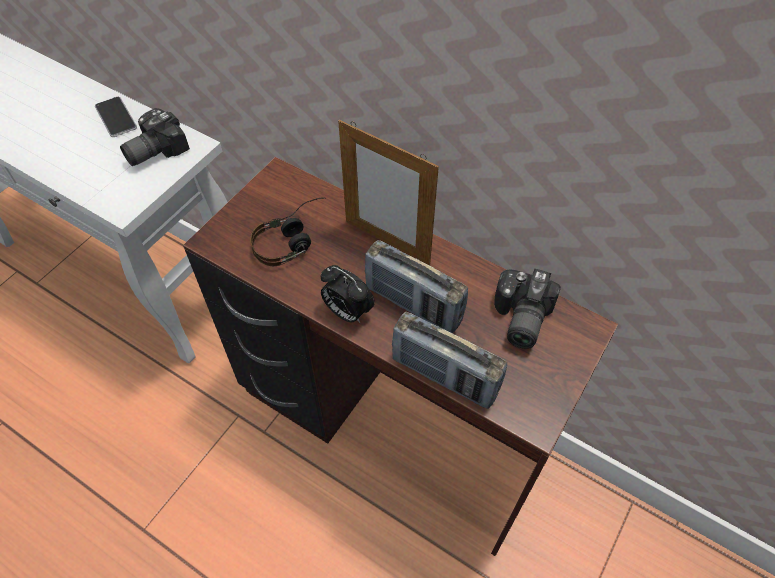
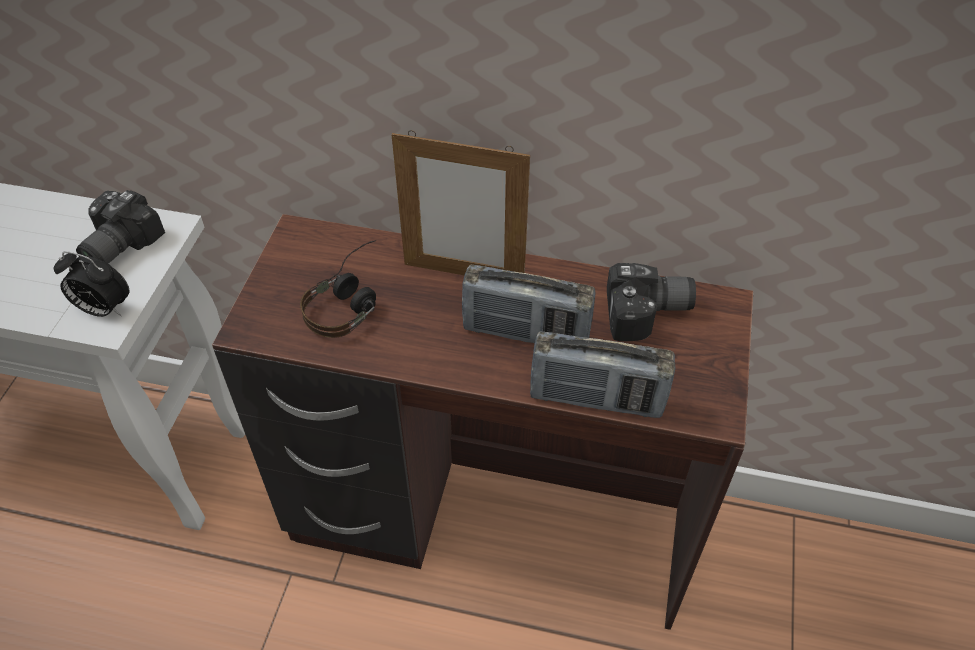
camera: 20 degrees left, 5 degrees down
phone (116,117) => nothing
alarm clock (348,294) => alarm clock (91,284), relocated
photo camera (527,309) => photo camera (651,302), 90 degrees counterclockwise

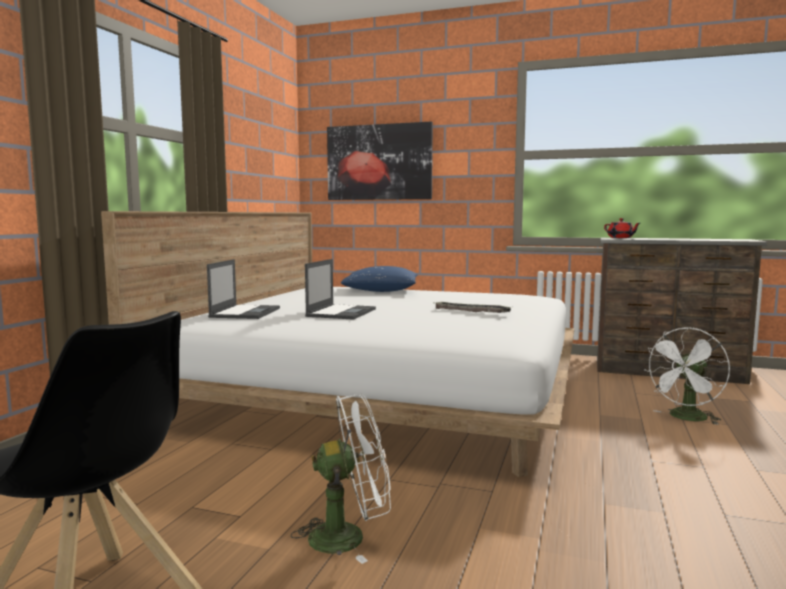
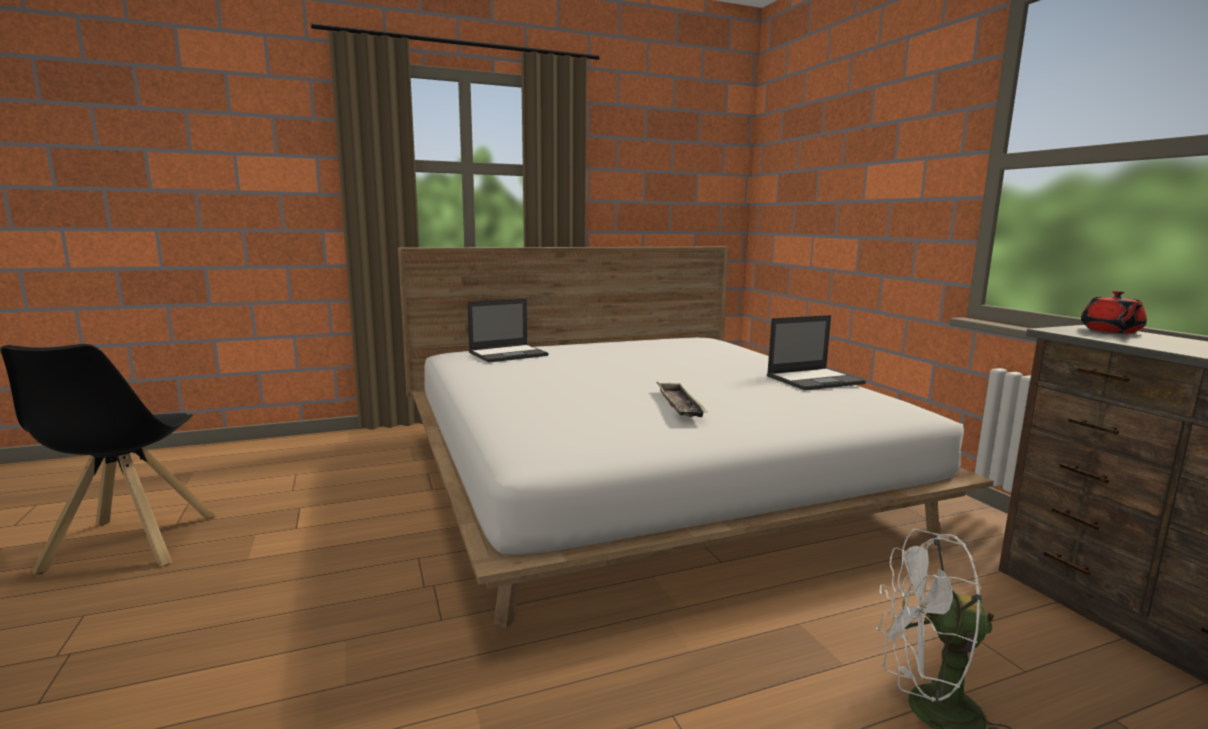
camera: 50 degrees right, 5 degrees up
whitish electric fan (341,479) => nothing
portable computer (340,289) => portable computer (816,352), relocated
wall art (380,161) => nothing
blue-coloured cushion (379,279) => nothing

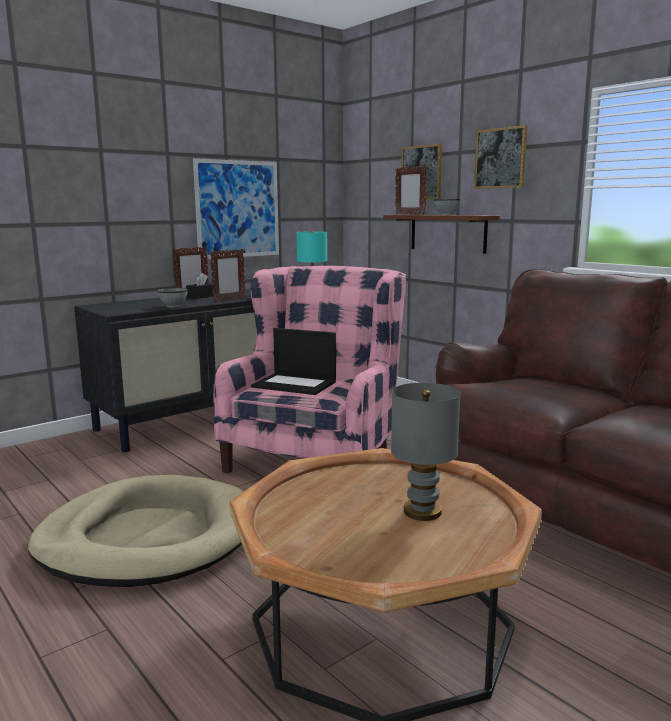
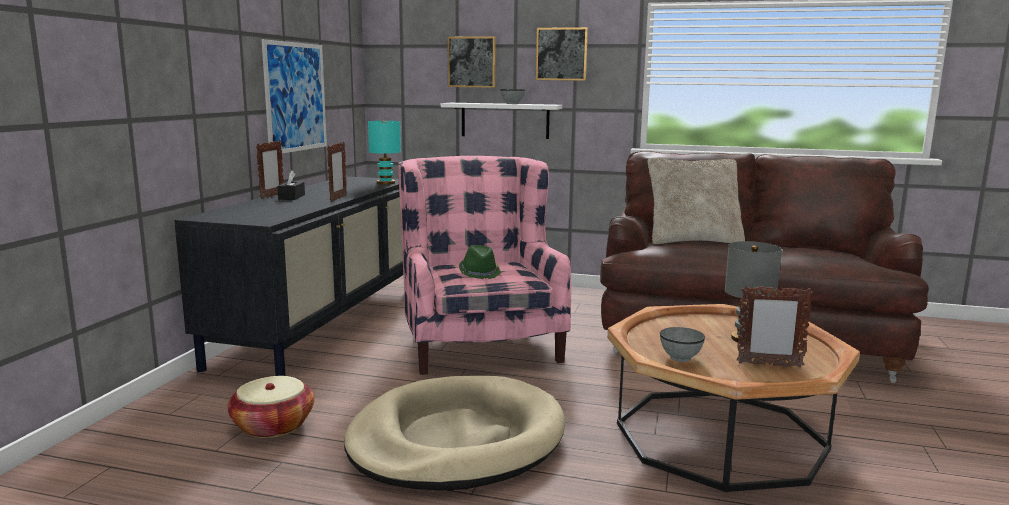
camera: 35 degrees left, 0 degrees up
gray bowl (172,297) => gray bowl (682,344), relocated
portable computer (293,361) => greenish wearable hat (479,262)
brown wall shelf (441,234) => whitish wall shelf (501,121)
picture frame (411,190) => picture frame (774,326), relocated
nothing => household basket (270,407)
nothing => beige-coloured cushion (696,201)

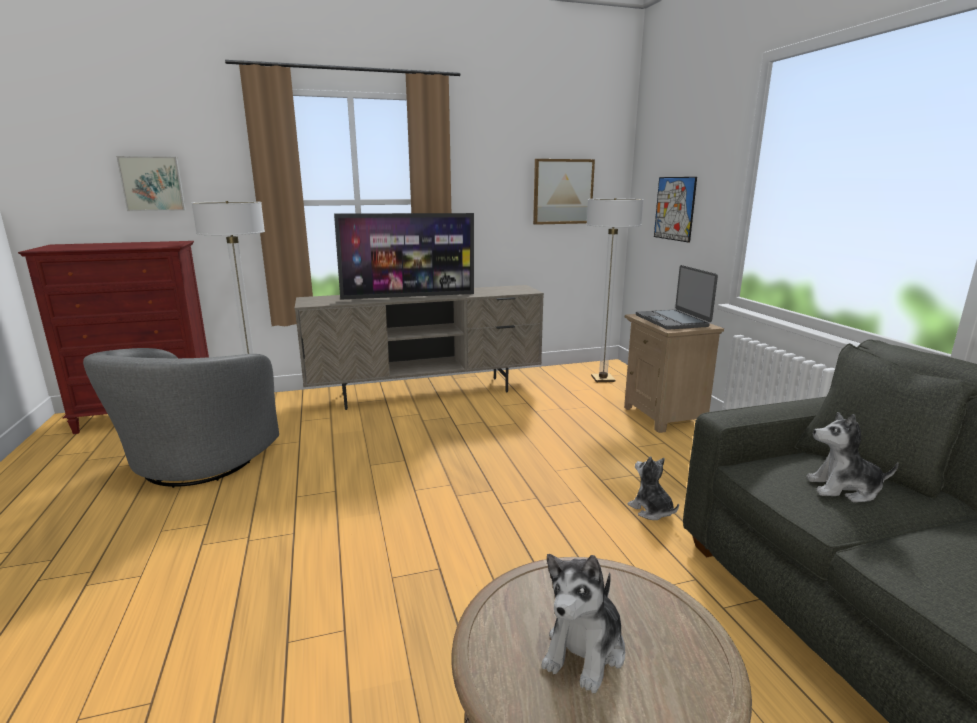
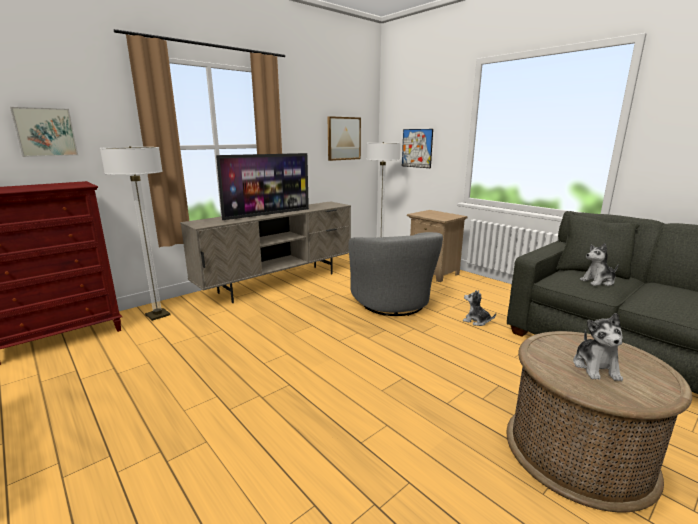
camera: 25 degrees left, 0 degrees up
gray armchair (181,418) => gray armchair (395,274), relocated
portable computer (677,297) => nothing

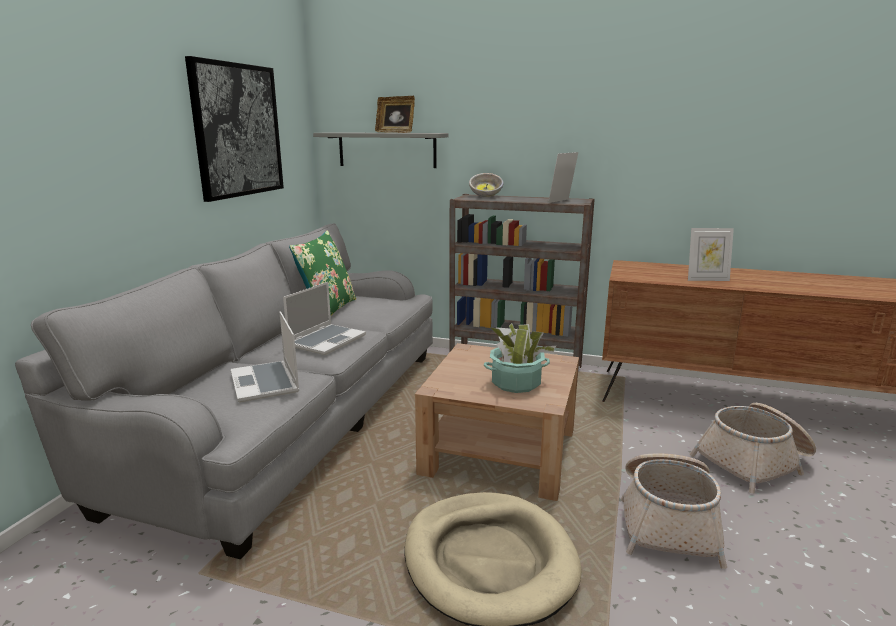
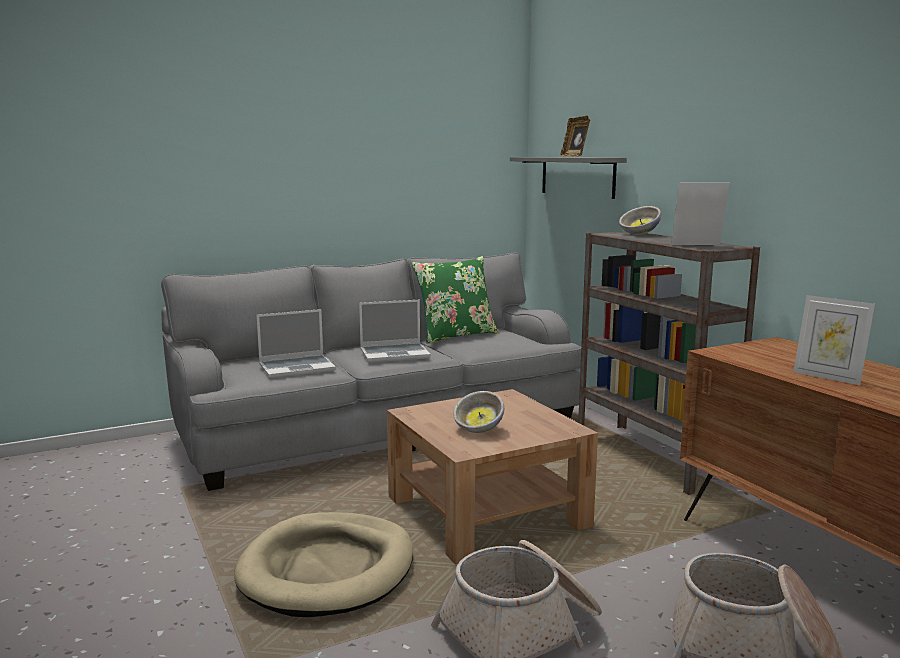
camera: 45 degrees right, 5 degrees down
wall art (234,129) => nothing
portable computer (265,357) => portable computer (296,343), 135 degrees counterclockwise
potted plant (520,358) => bowl (478,412)

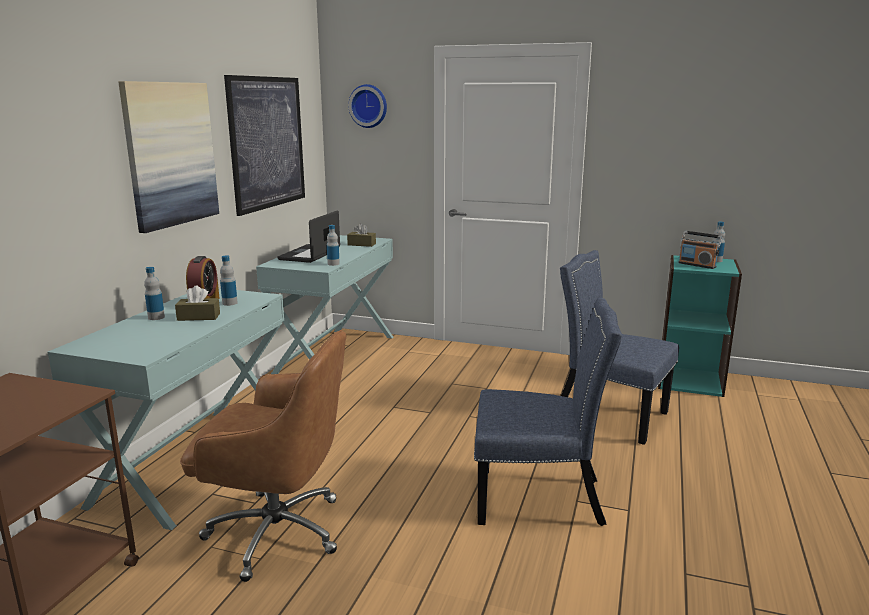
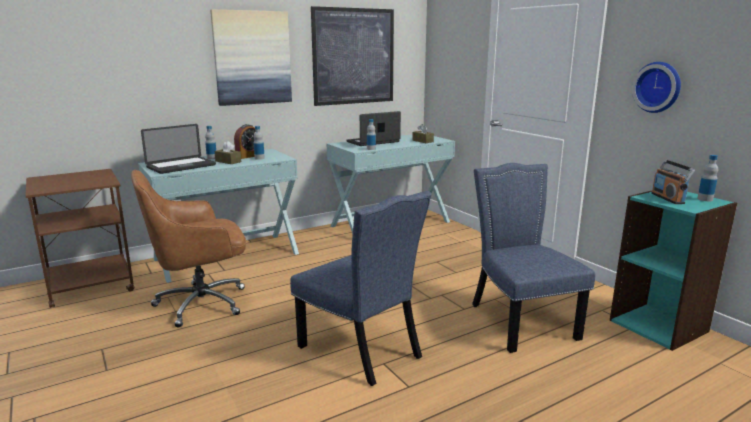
camera: 40 degrees right, 0 degrees up
brown desk chair (263,456) => brown desk chair (188,248), 105 degrees clockwise
wall clock (367,106) => wall clock (656,87), relocated
nothing => portable computer (178,149)

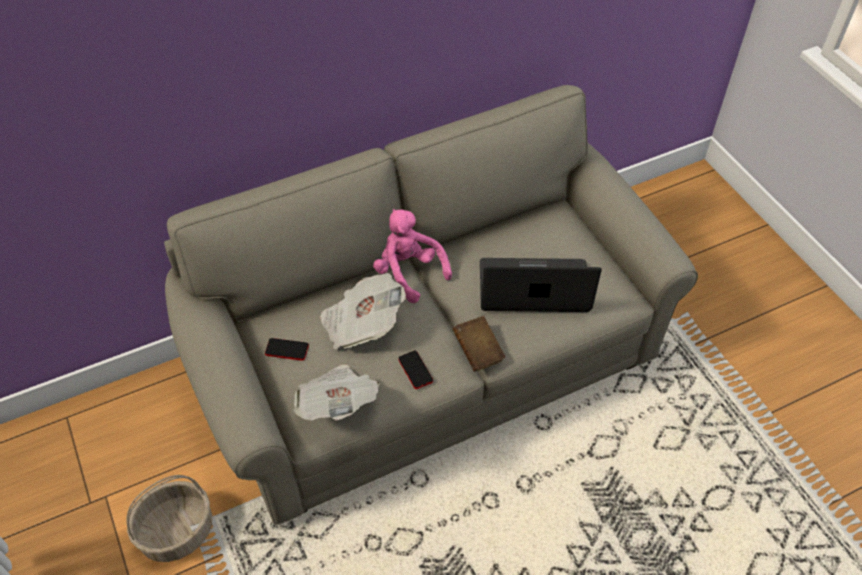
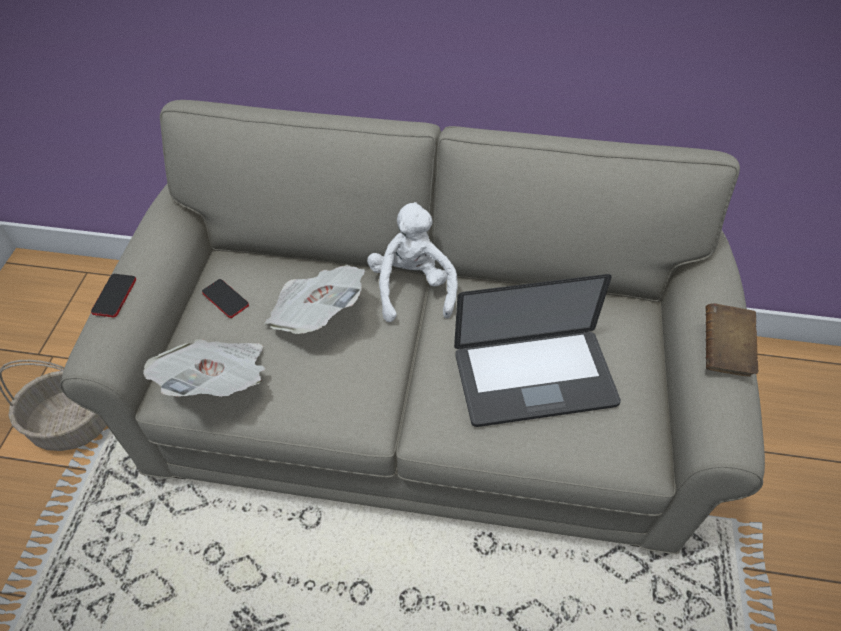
camera: 35 degrees right, 0 degrees up
pink plush toy (412,256) => whitish plush toy (412,262)
phone (415,369) => phone (113,296), relocated
brown book (479,344) => brown book (731,339), relocated
portable computer (541,285) => portable computer (537,350), 135 degrees clockwise

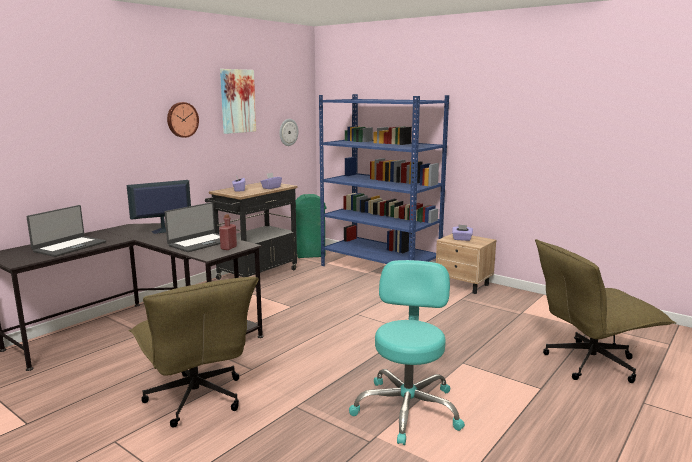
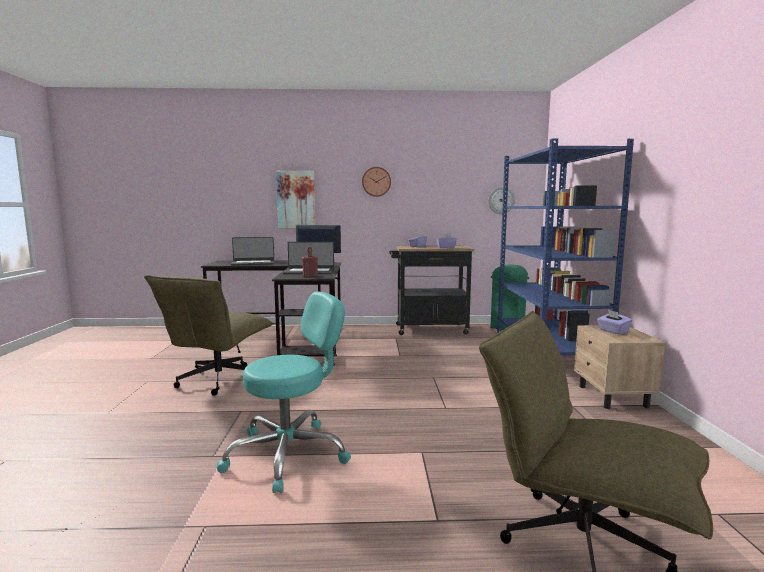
camera: 50 degrees right, 5 degrees down
wall art (238,101) => wall art (295,199), relocated

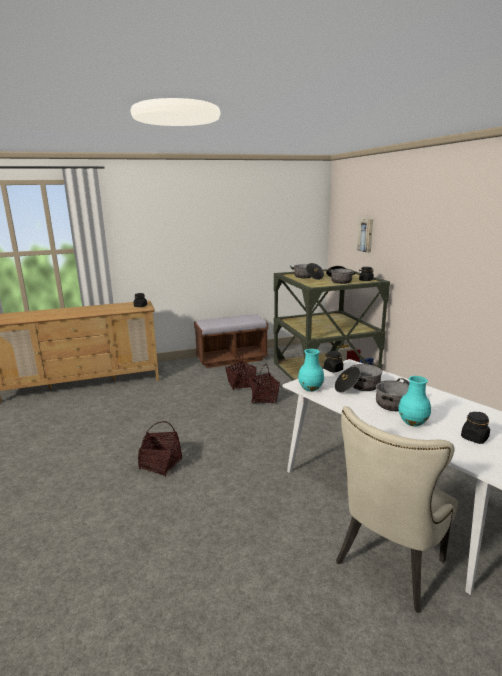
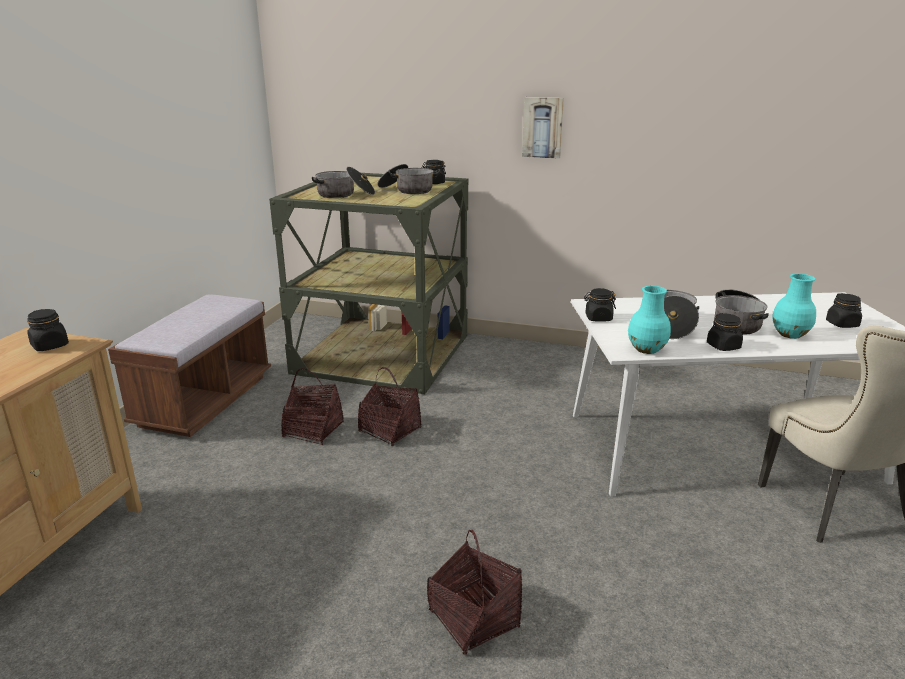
camera: 55 degrees left, 5 degrees up
wall art (365,235) => wall art (543,128), relocated
nothing => black jar (725,332)

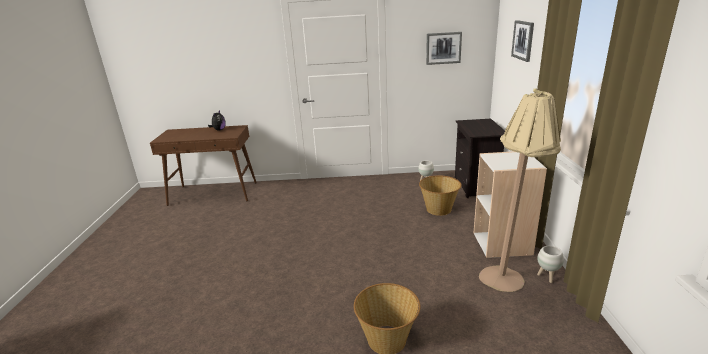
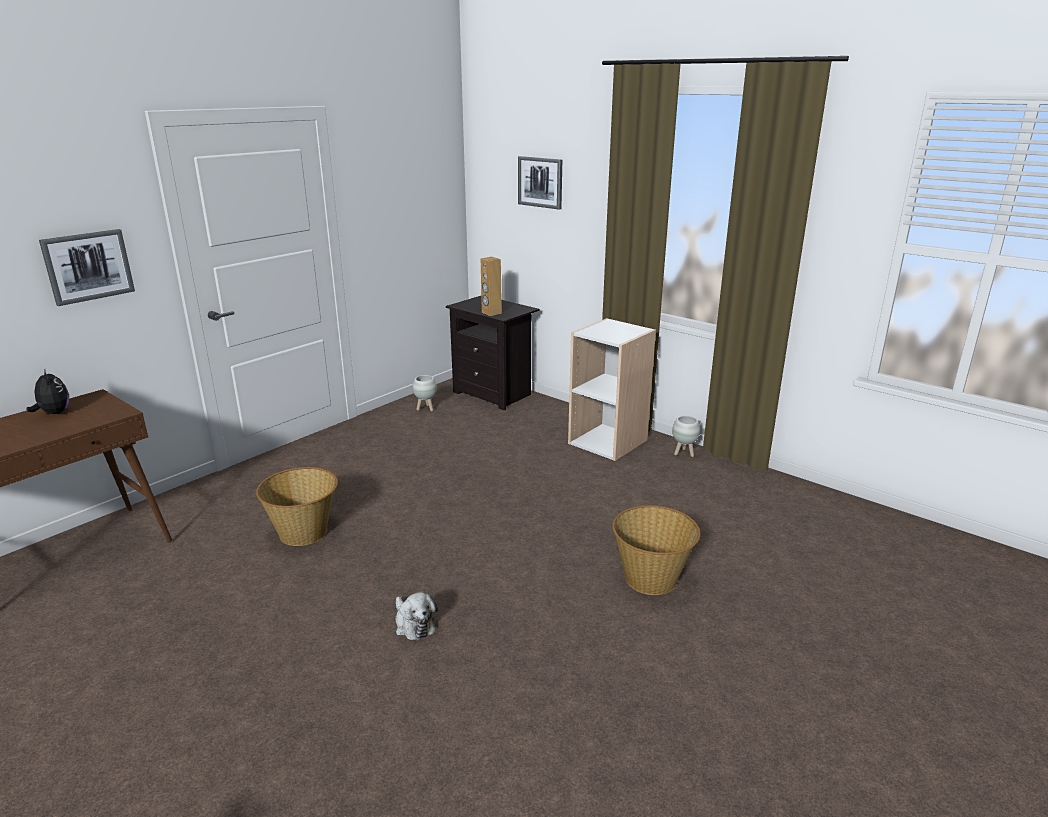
camera: 50 degrees left, 0 degrees up
household basket (440,196) => household basket (297,506), relocated
wall art (444,48) => wall art (87,267), relocated
beige-coloured floor lamp (520,190) => nothing
nothing => plush toy (416,616)
nothing => brown speaker (491,286)

